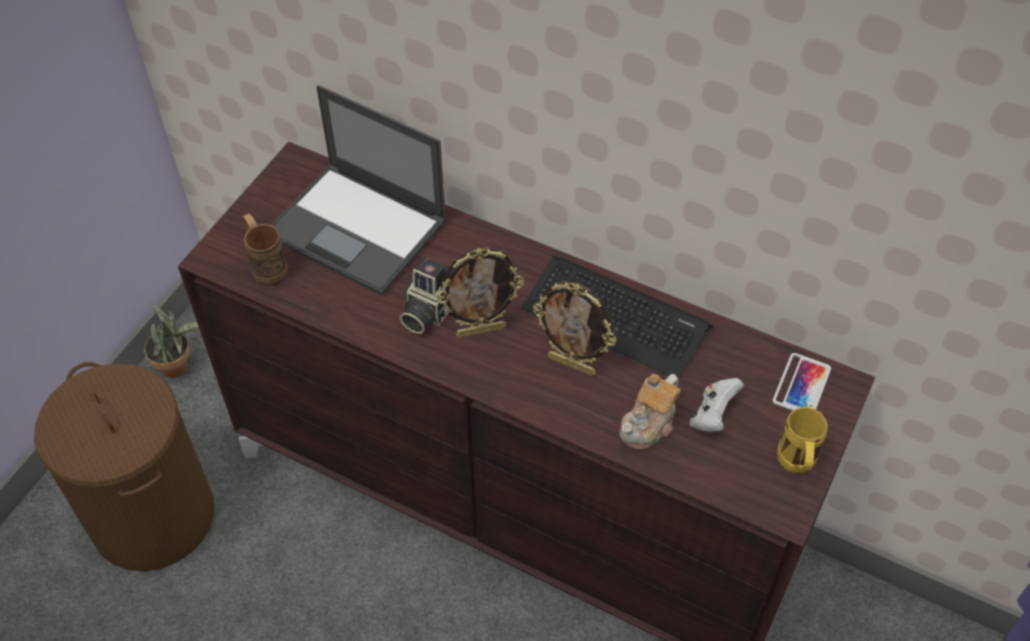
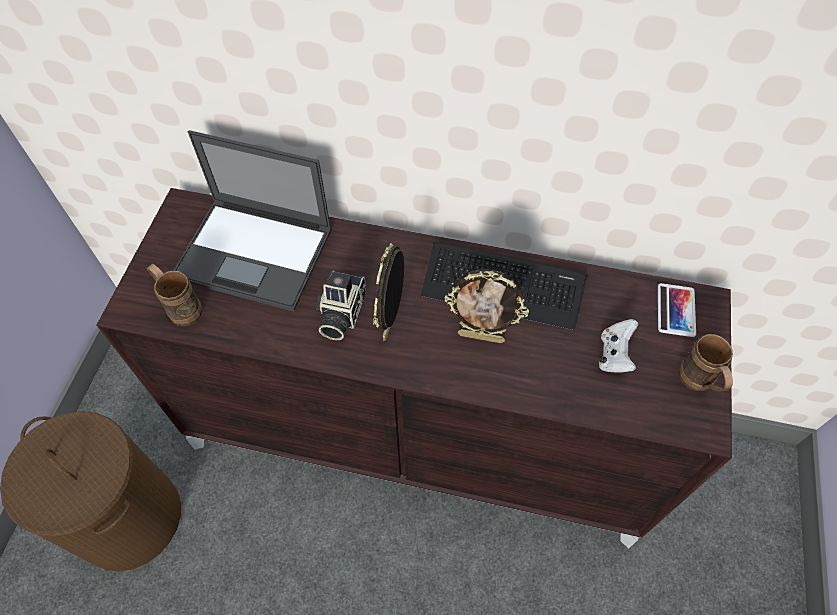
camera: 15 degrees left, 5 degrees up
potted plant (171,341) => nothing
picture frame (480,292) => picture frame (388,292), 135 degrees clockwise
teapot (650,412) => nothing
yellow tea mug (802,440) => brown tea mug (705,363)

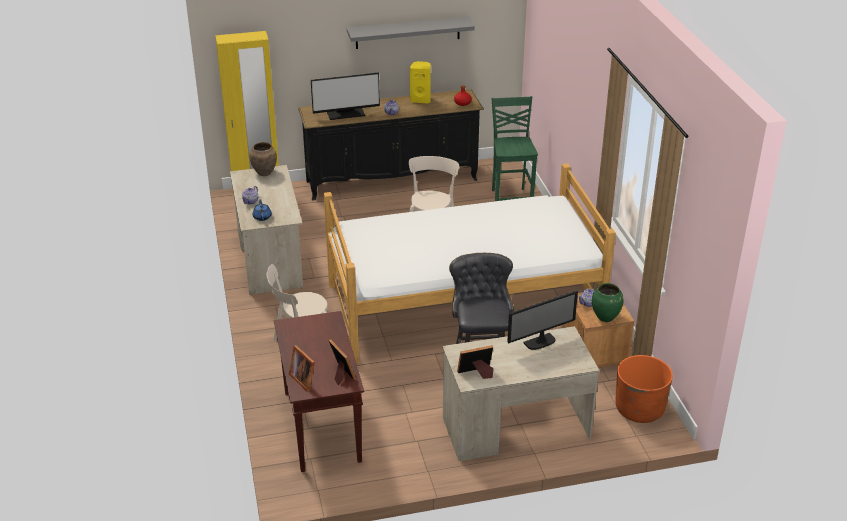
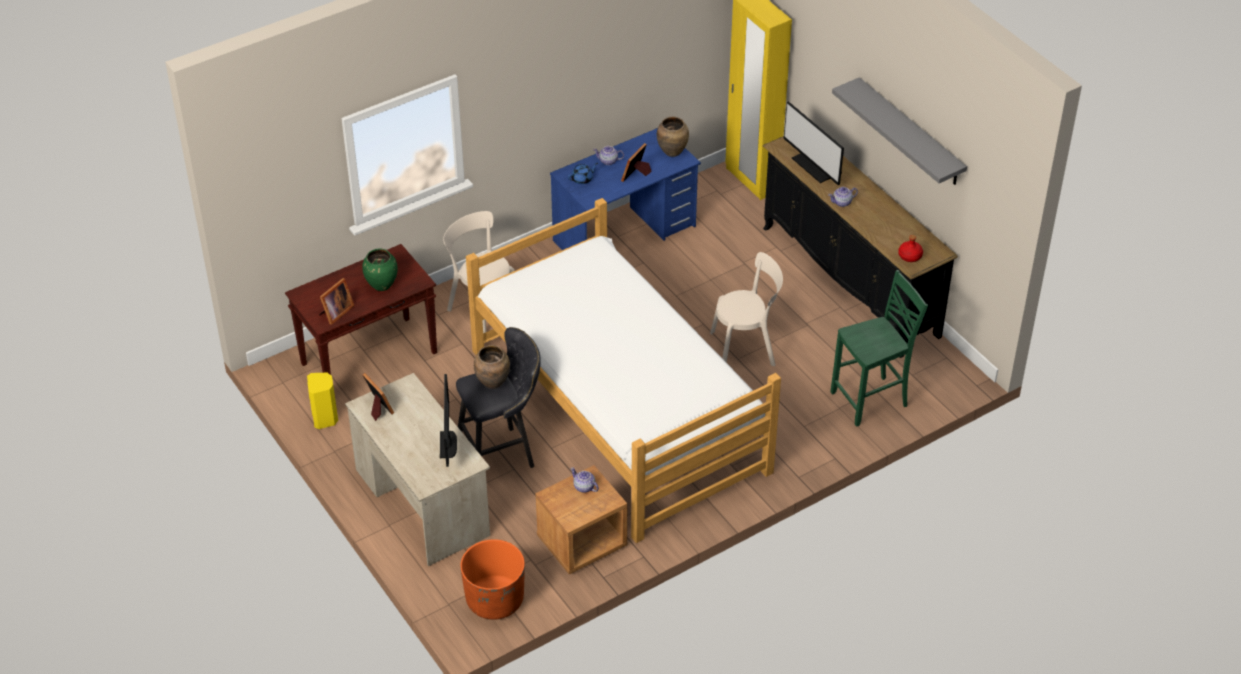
camera: 70 degrees right, 10 degrees up
beige-coloured desk unit (266,230) => blue-coloured desk unit (625,189)
picture frame (302,368) => picture frame (636,162), relocated
yellow speaker (420,82) => yellow speaker (322,401), relocated
computer display (542,320) => computer display (448,420), 135 degrees counterclockwise
greenish decorative vase (607,302) => greenish decorative vase (380,270), relocated
nothing => brown decorative vase (492,367)

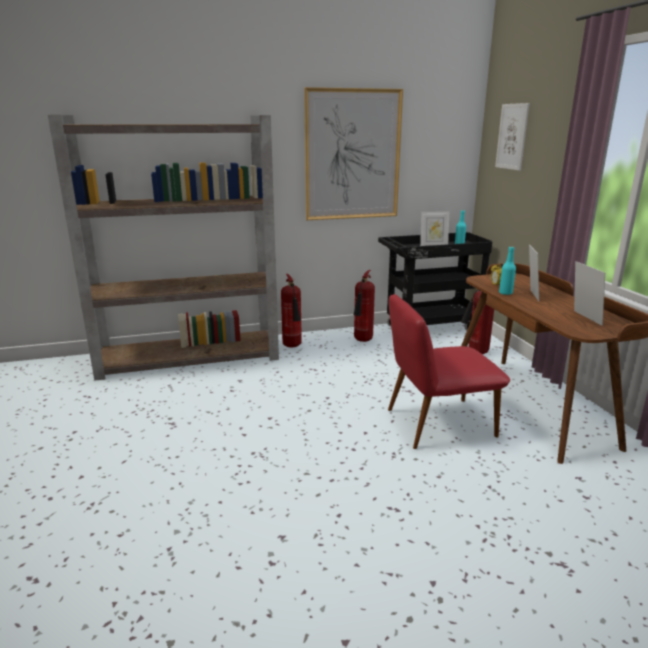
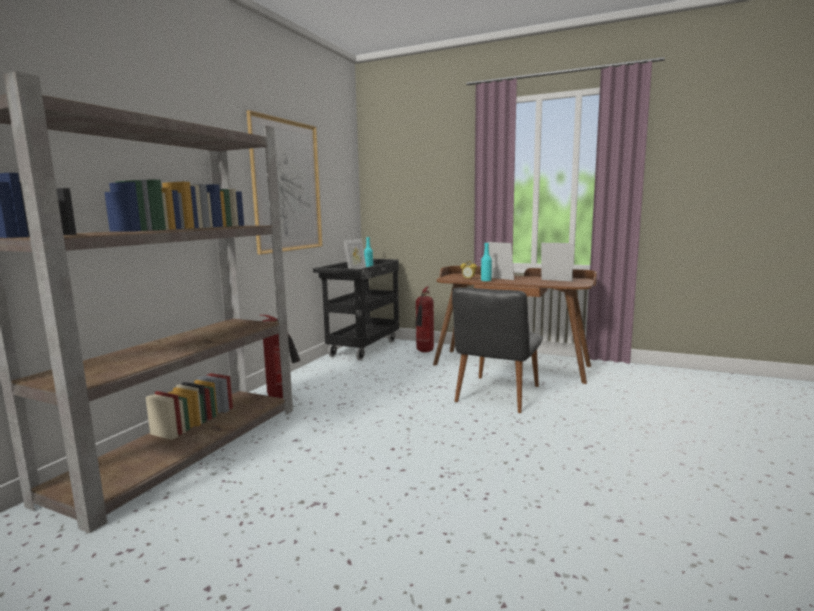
camera: 50 degrees left, 10 degrees down
fire extinguisher (364,306) => nothing
red-coloured plain chair (449,371) => black plain chair (498,350)
wall art (512,137) => nothing

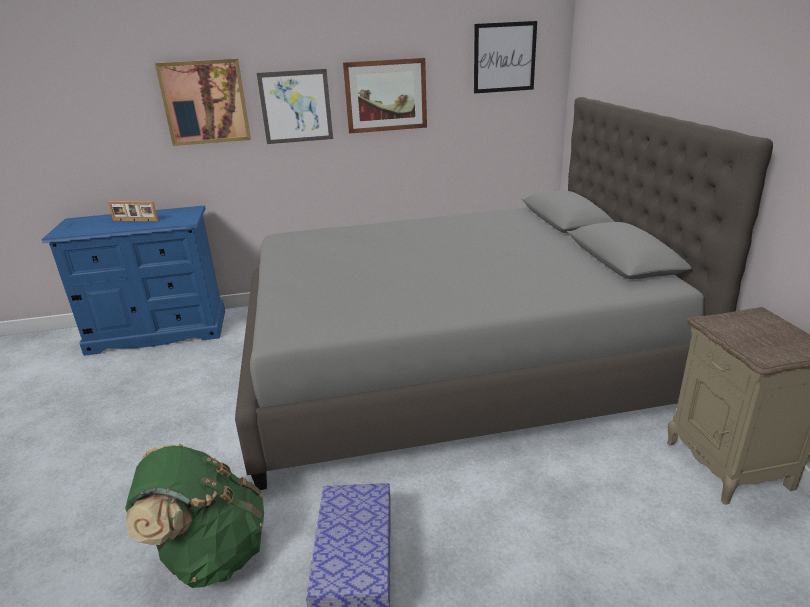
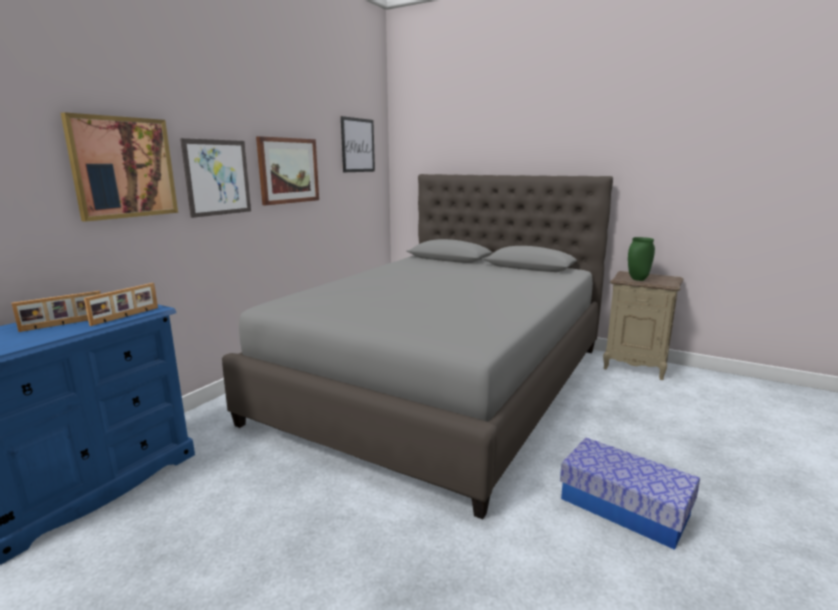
camera: 50 degrees left, 10 degrees down
greenish backpack (194,516) => nothing
nothing => picture frame (121,304)
nothing => greenish decorative vase (641,259)

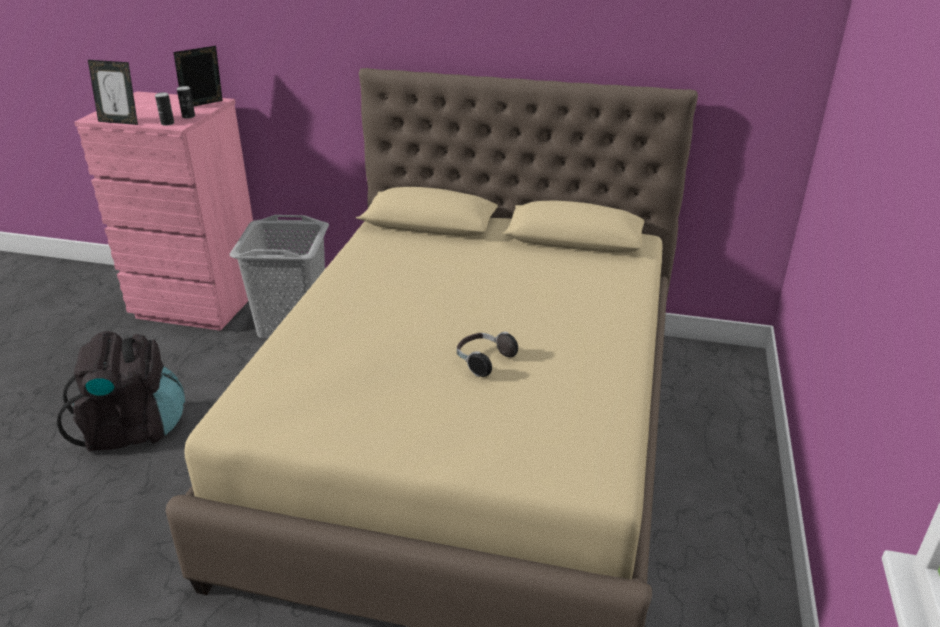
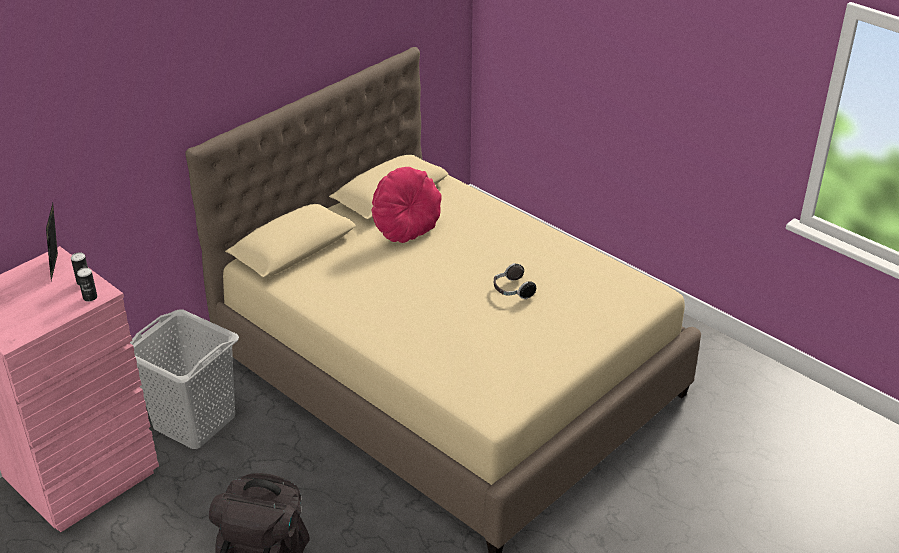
camera: 60 degrees left, 5 degrees up
picture frame (113,92) => nothing
nothing => pink cushion (407,205)

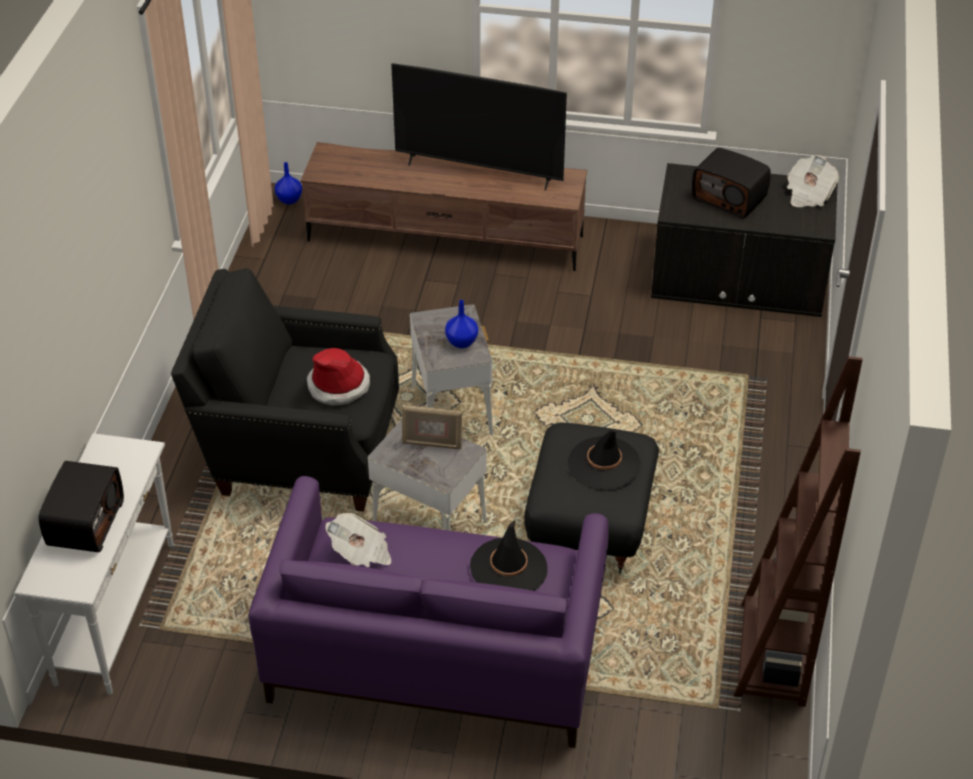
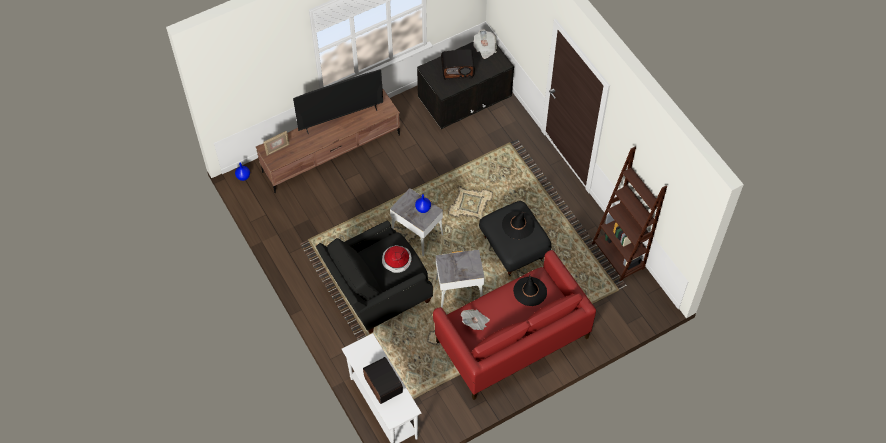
camera: 40 degrees left, 15 degrees up
purplish sofa (428,612) => red-coloured sofa (514,325)
picture frame (432,427) => picture frame (277,143), relocated

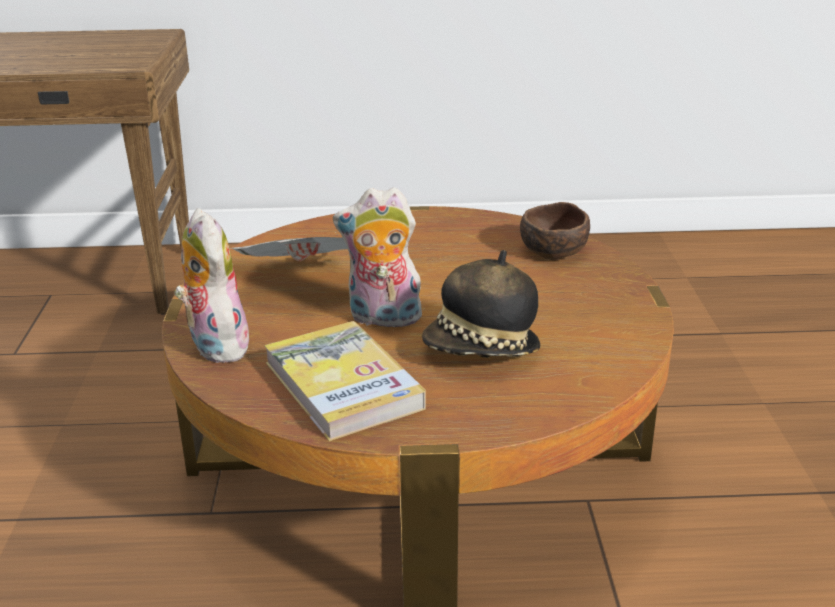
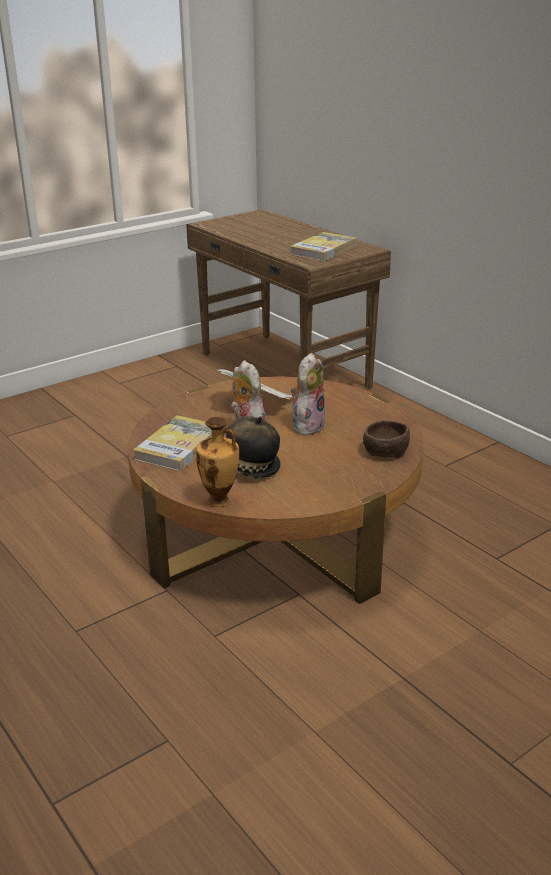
camera: 55 degrees right, 0 degrees up
plush toy (212,285) => plush toy (308,394), relocated
nothing => decorative vase (217,462)
nothing => book (323,246)

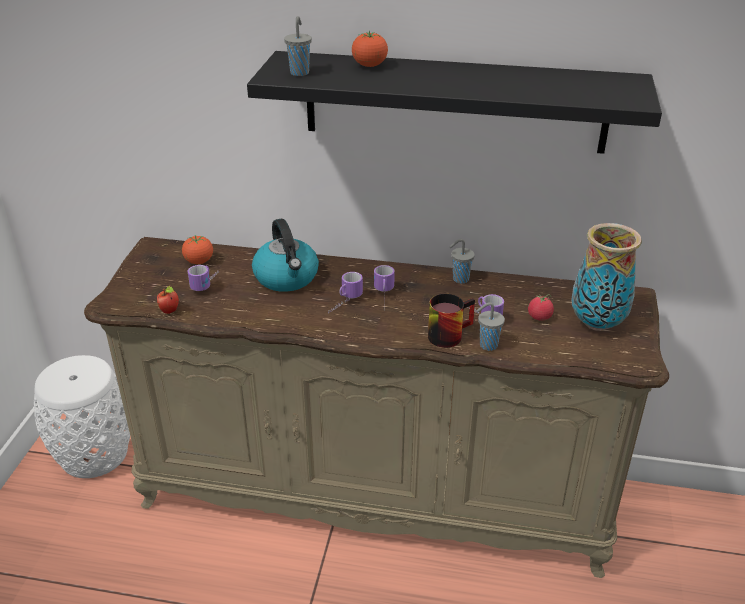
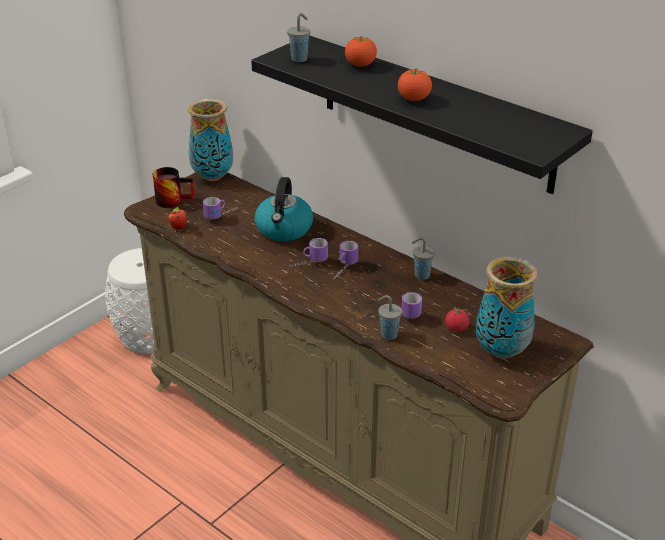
camera: 30 degrees right, 0 degrees up
fresh tomato (197,249) => fresh tomato (415,84), relocated
tea mug (451,321) => tea mug (174,187), relocated
nothing => decorative vase (210,140)

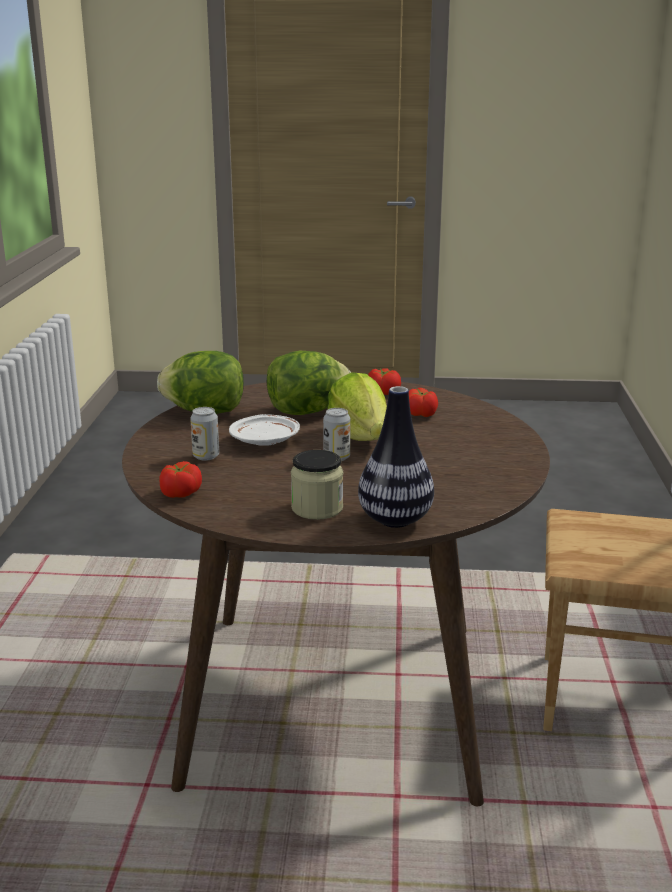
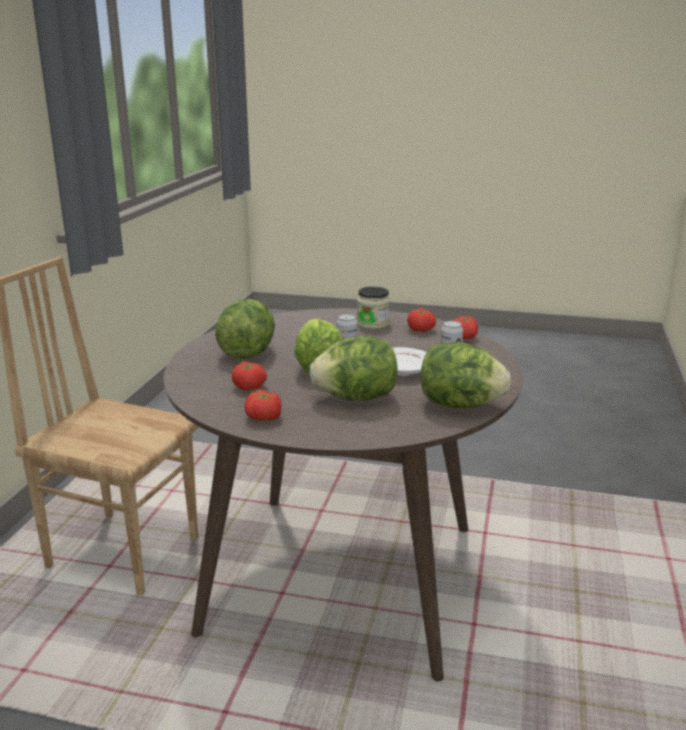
camera: 170 degrees left, 0 degrees up
decorative vase (396,457) => nothing
nothing => lettuce head (245,329)
nothing => fresh tomato (421,320)

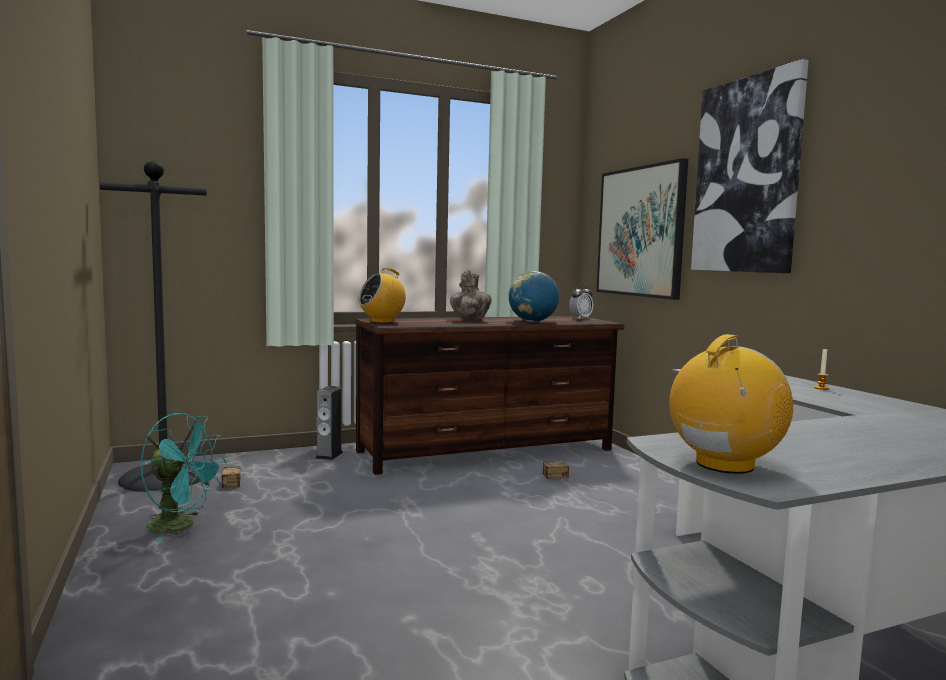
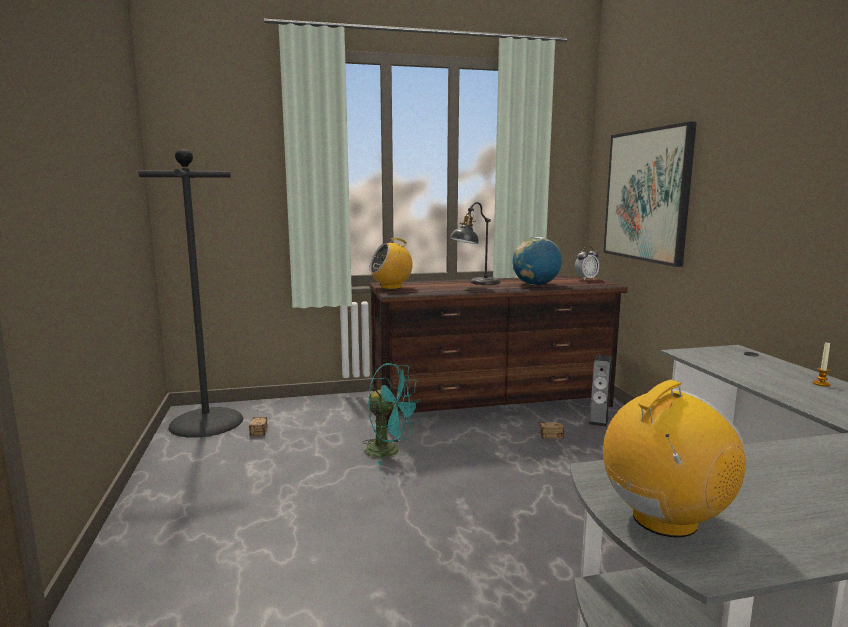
camera: 10 degrees right, 5 degrees up
blue-green electric fan (183,477) => blue-green electric fan (392,414), relocated
speaker (329,423) => speaker (600,391), relocated
decorative vase (471,295) => gray lamp for a table (475,243)
wall art (750,166) => nothing

